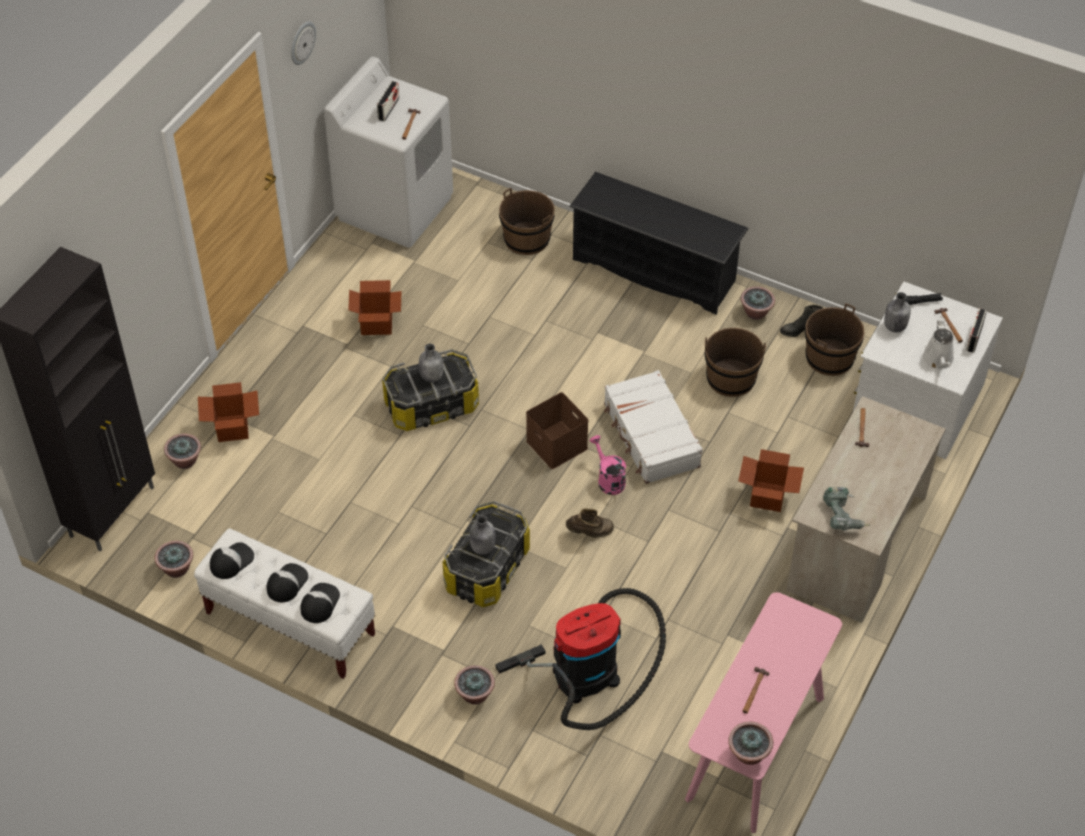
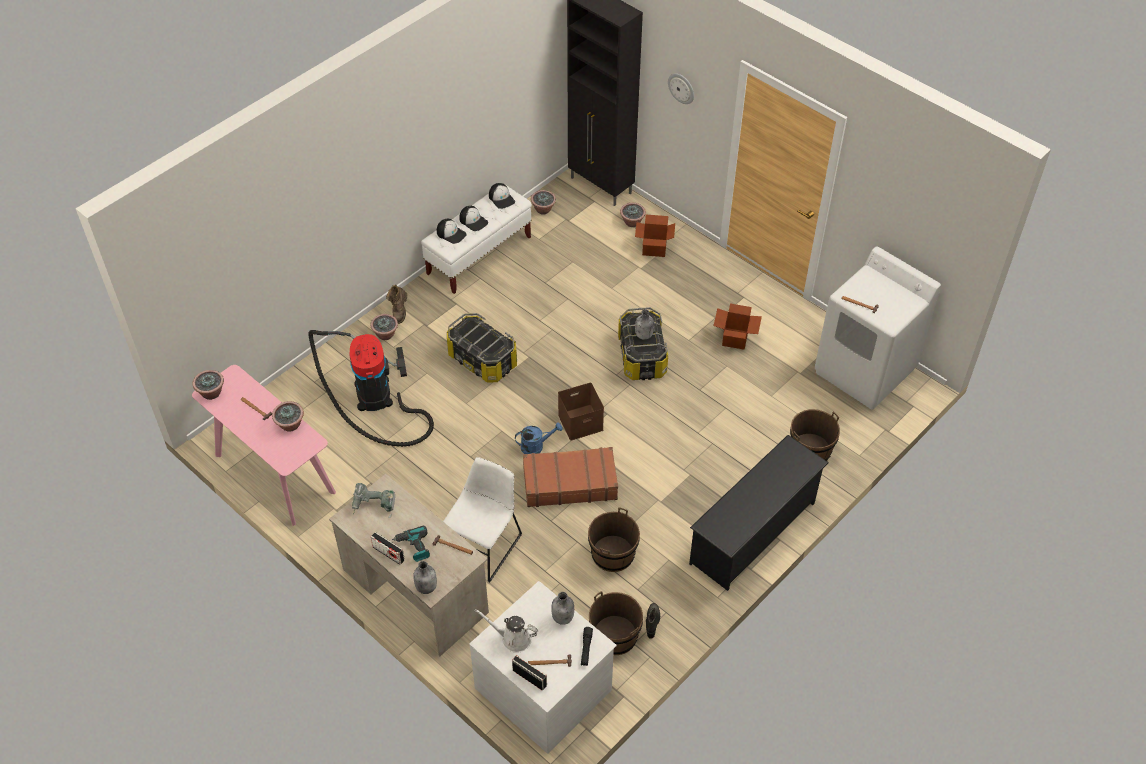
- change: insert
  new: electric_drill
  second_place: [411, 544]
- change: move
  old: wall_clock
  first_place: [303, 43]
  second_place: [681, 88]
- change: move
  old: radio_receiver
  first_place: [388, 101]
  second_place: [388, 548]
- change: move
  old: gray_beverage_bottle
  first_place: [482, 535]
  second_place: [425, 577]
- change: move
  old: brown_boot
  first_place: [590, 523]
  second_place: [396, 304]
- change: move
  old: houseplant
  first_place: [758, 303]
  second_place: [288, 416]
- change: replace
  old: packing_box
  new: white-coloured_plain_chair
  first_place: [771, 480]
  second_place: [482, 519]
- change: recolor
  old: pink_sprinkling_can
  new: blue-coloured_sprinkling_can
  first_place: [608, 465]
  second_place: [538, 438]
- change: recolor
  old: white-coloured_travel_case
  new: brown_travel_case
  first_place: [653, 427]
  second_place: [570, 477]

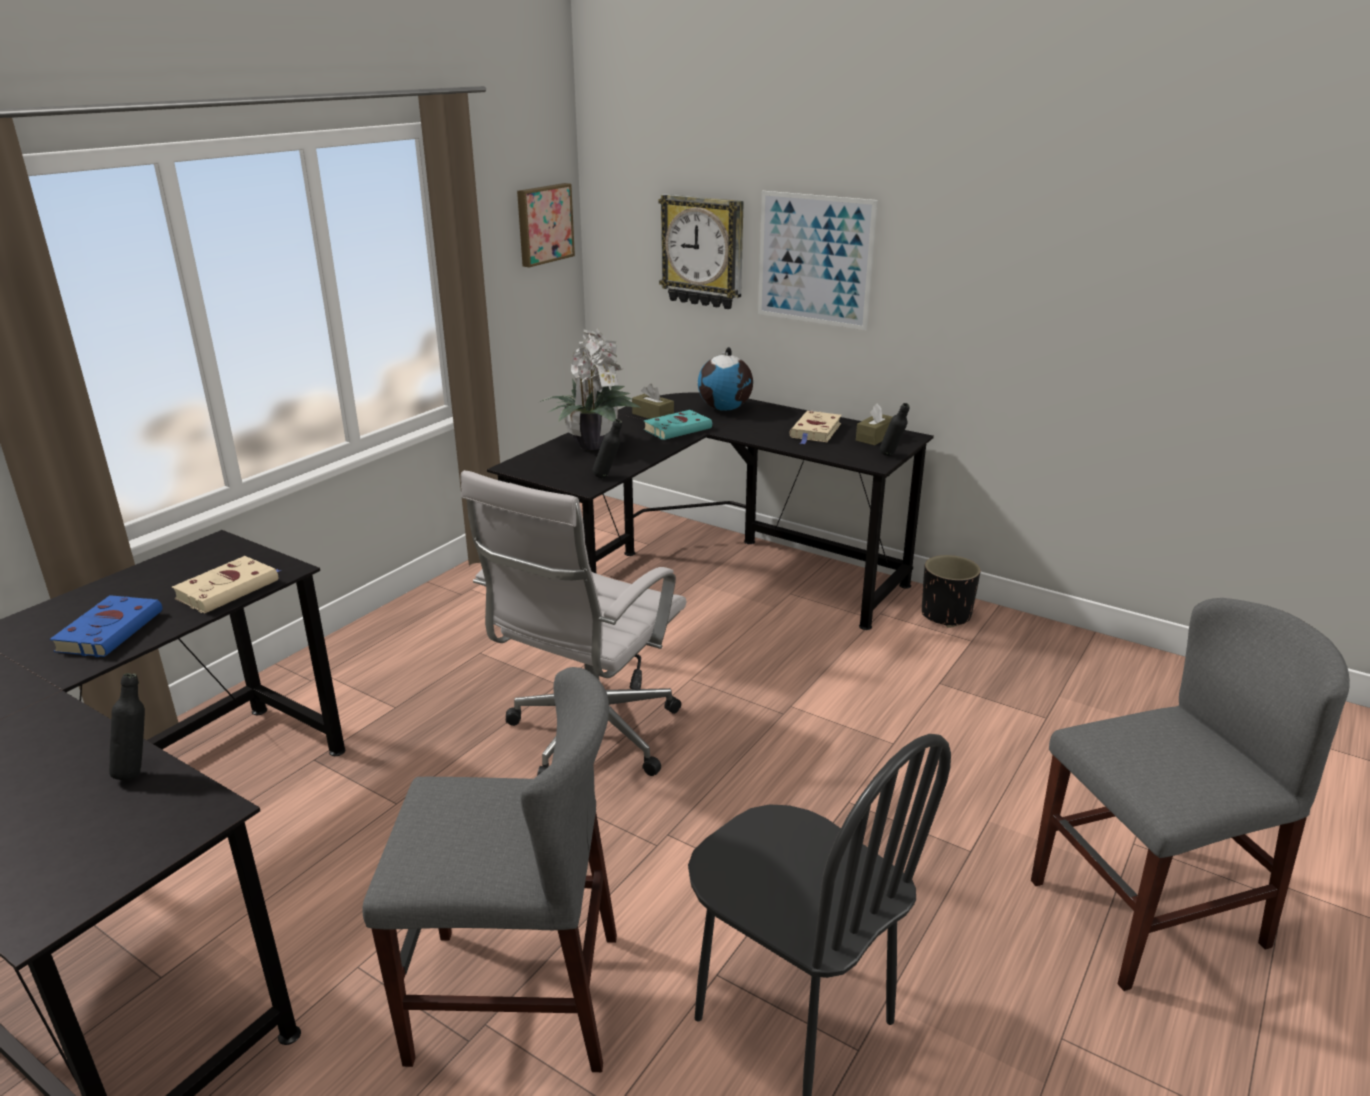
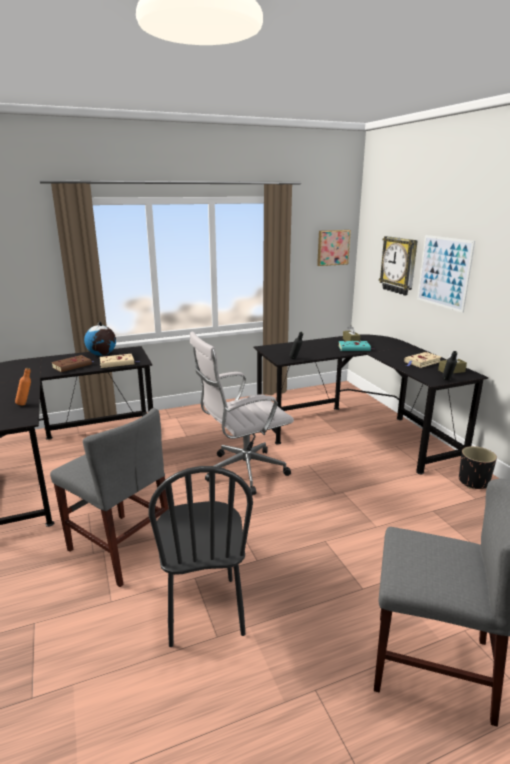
- change: delete
  old: houseplant
  first_place: [590, 389]
- change: move
  old: globe
  first_place: [725, 379]
  second_place: [100, 338]
- change: recolor
  old: blue-coloured_book
  new: brown_book
  first_place: [106, 626]
  second_place: [72, 363]
- change: recolor
  old: black-coloured_beverage_bottle
  new: orange-coloured_beverage_bottle
  first_place: [127, 726]
  second_place: [23, 387]

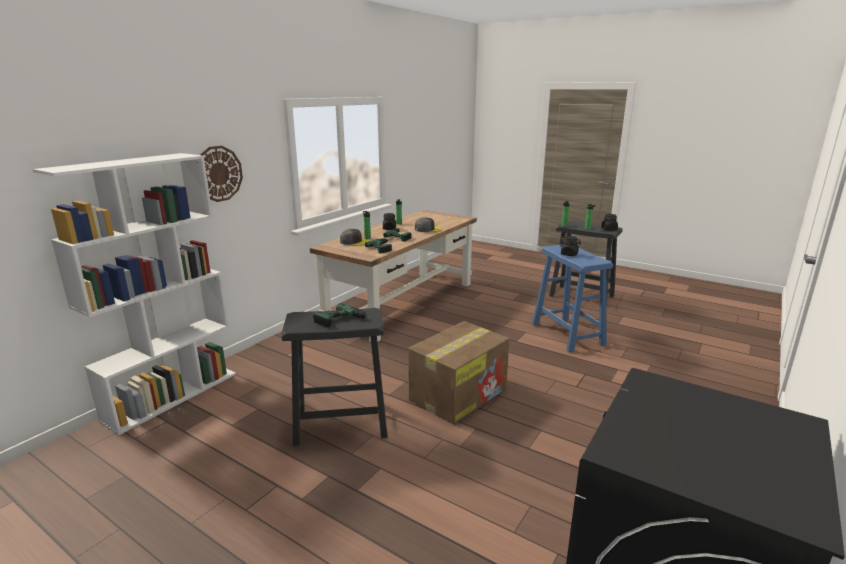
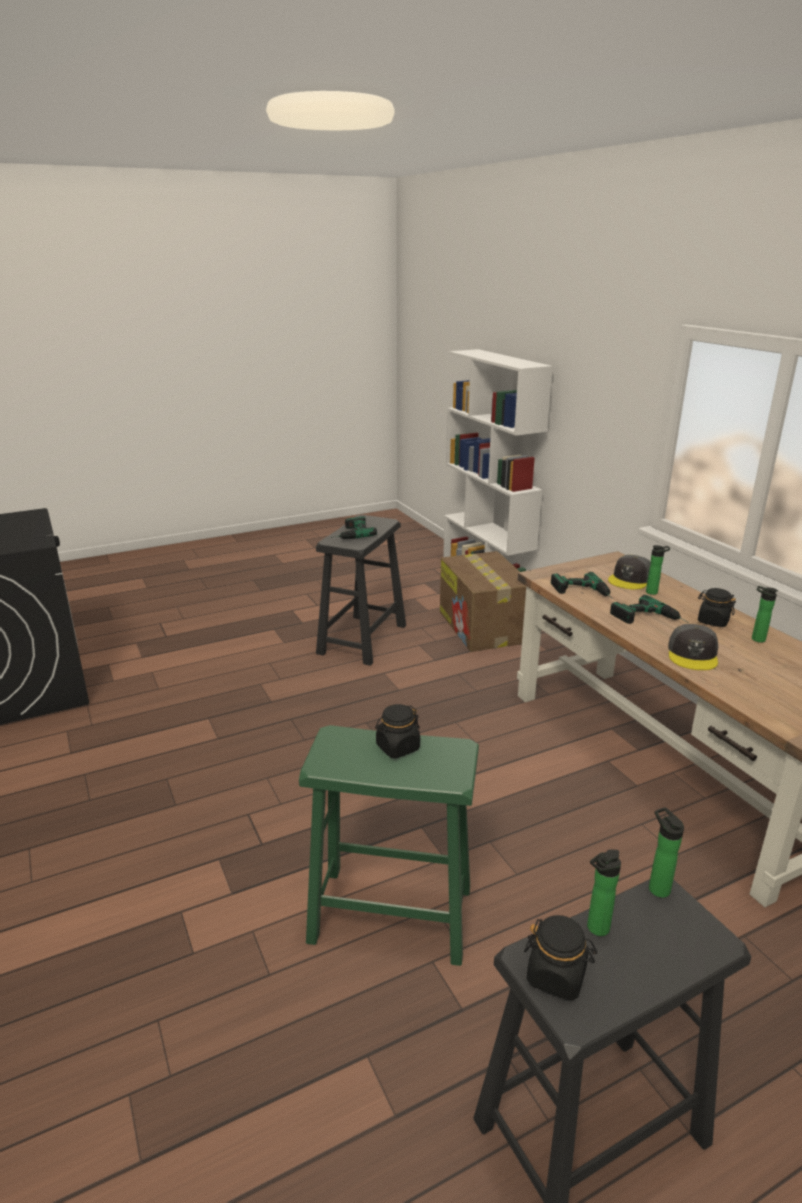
- change: delete
  old: wall_clock
  first_place: [221, 174]
- change: move
  old: packing_box
  first_place: [459, 372]
  second_place: [483, 601]
- change: recolor
  old: blue-coloured_stool
  new: green-coloured_stool
  first_place: [572, 299]
  second_place: [389, 845]

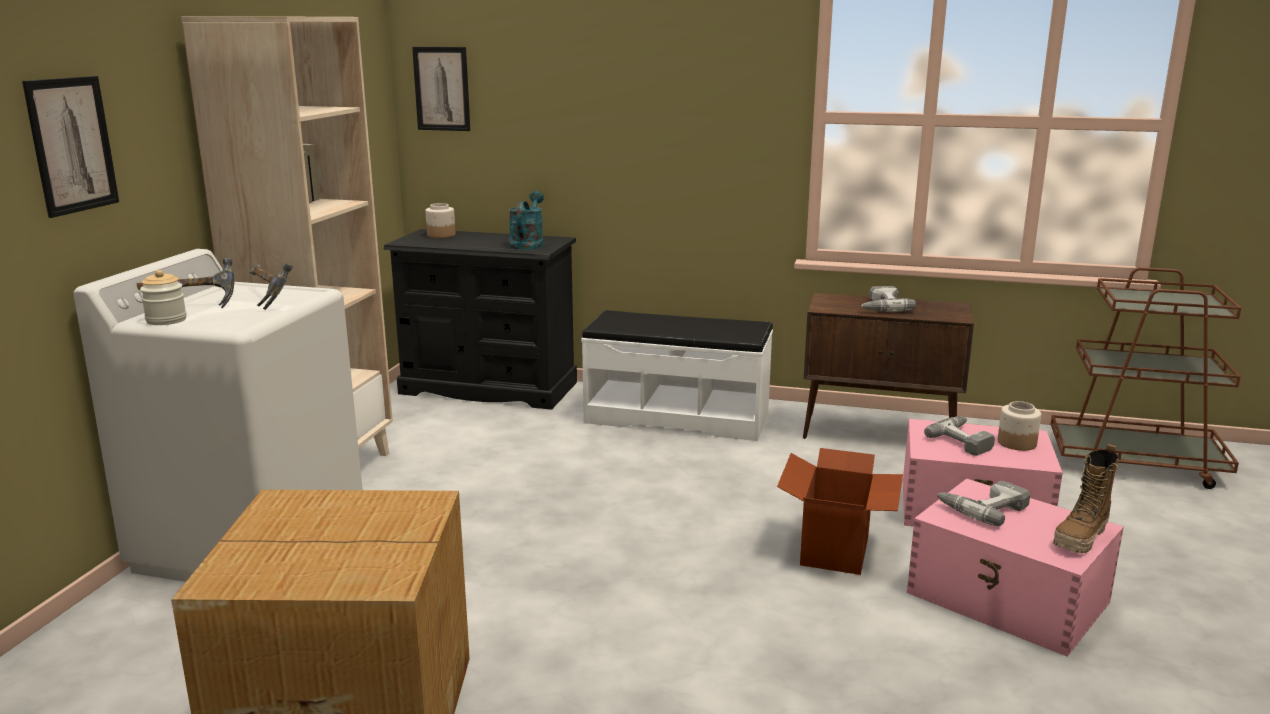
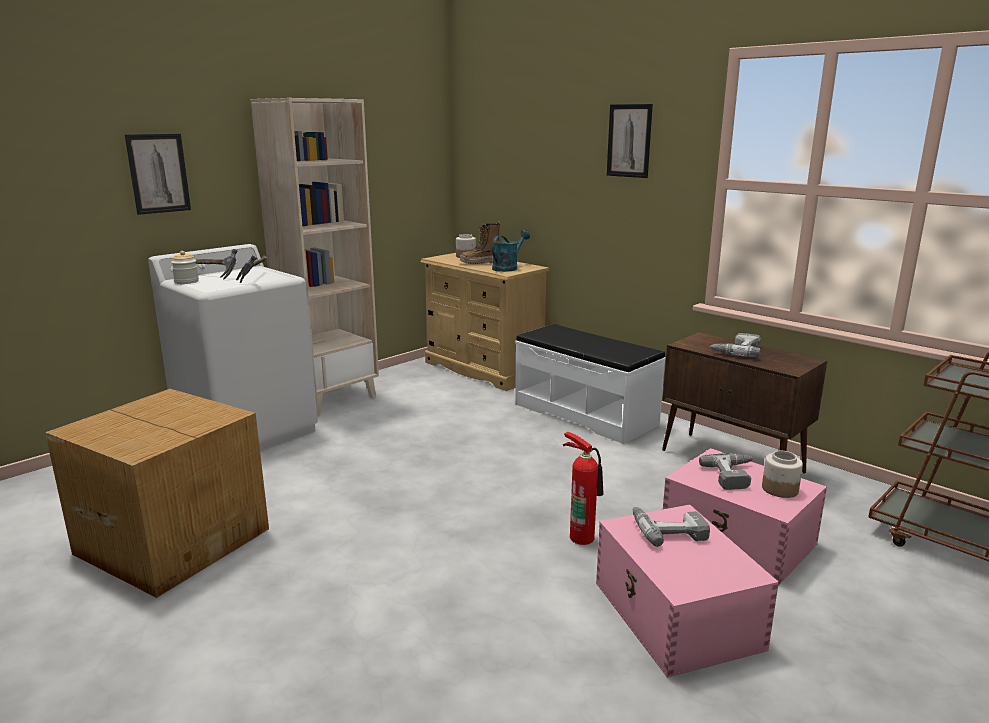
- change: move
  old: wall_art
  first_place: [441, 89]
  second_place: [630, 141]
- change: move
  old: boot
  first_place: [1086, 499]
  second_place: [480, 242]
- change: replace
  old: packing_box
  new: fire_extinguisher
  first_place: [840, 511]
  second_place: [583, 488]
- change: recolor
  old: black-coloured_dresser
  new: sand-coloured_dresser
  first_place: [480, 319]
  second_place: [485, 322]

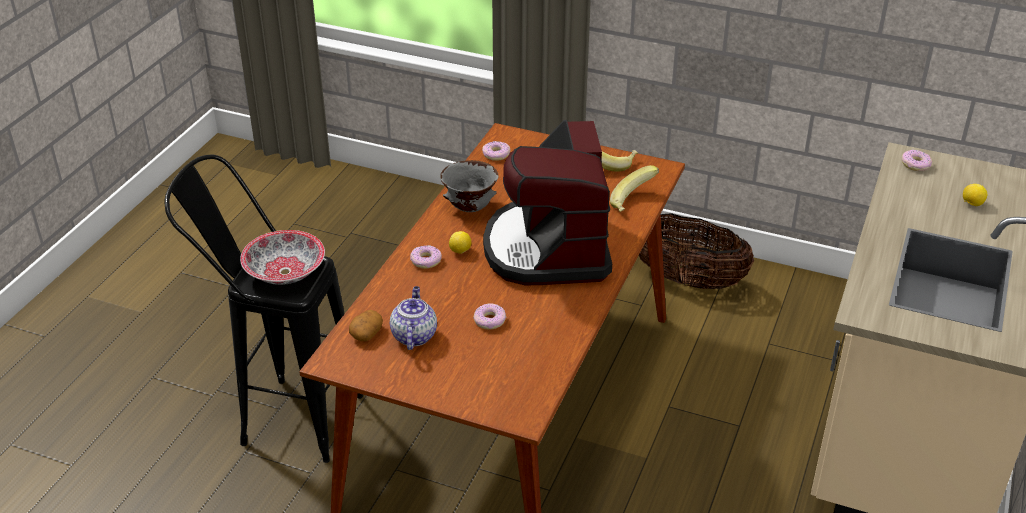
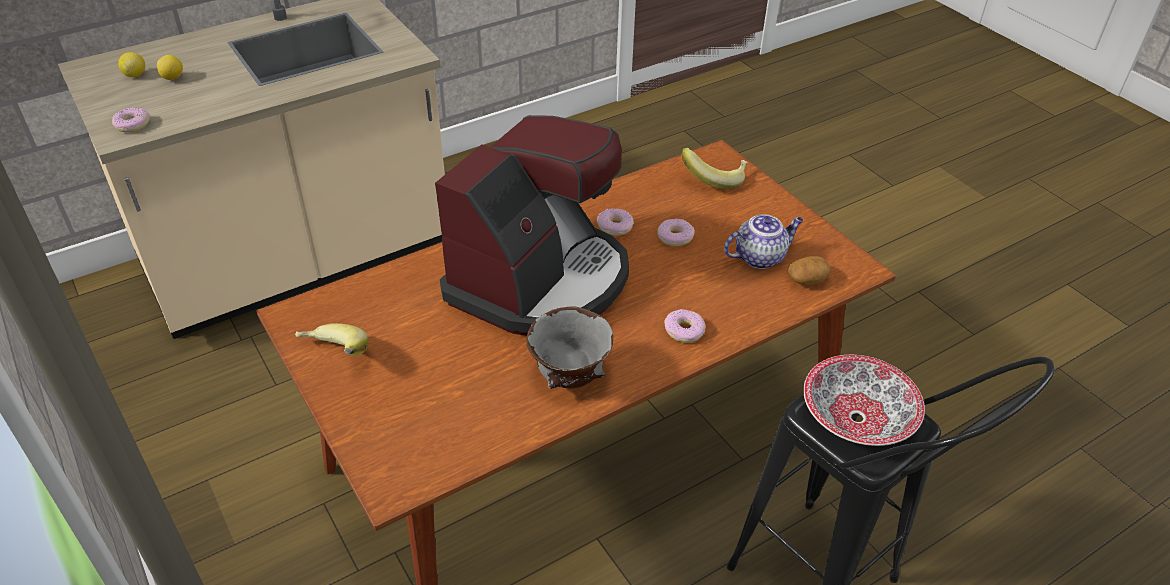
- change: delete
  old: storage_basket
  first_place: [696, 251]
- change: move
  old: lemon
  first_place: [460, 242]
  second_place: [131, 64]
- change: move
  old: ring_doughnut
  first_place: [496, 151]
  second_place: [615, 222]
- change: move
  old: banana_fruit
  first_place: [634, 188]
  second_place: [714, 168]
- change: rotate
  old: pot_for_tea
  first_place: [413, 318]
  second_place: [763, 241]
  degrees: -150

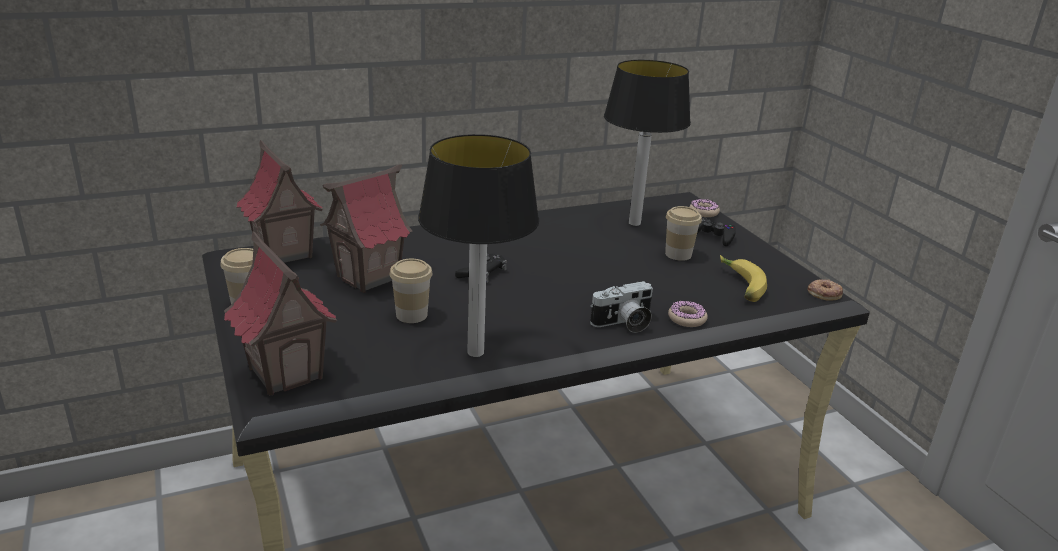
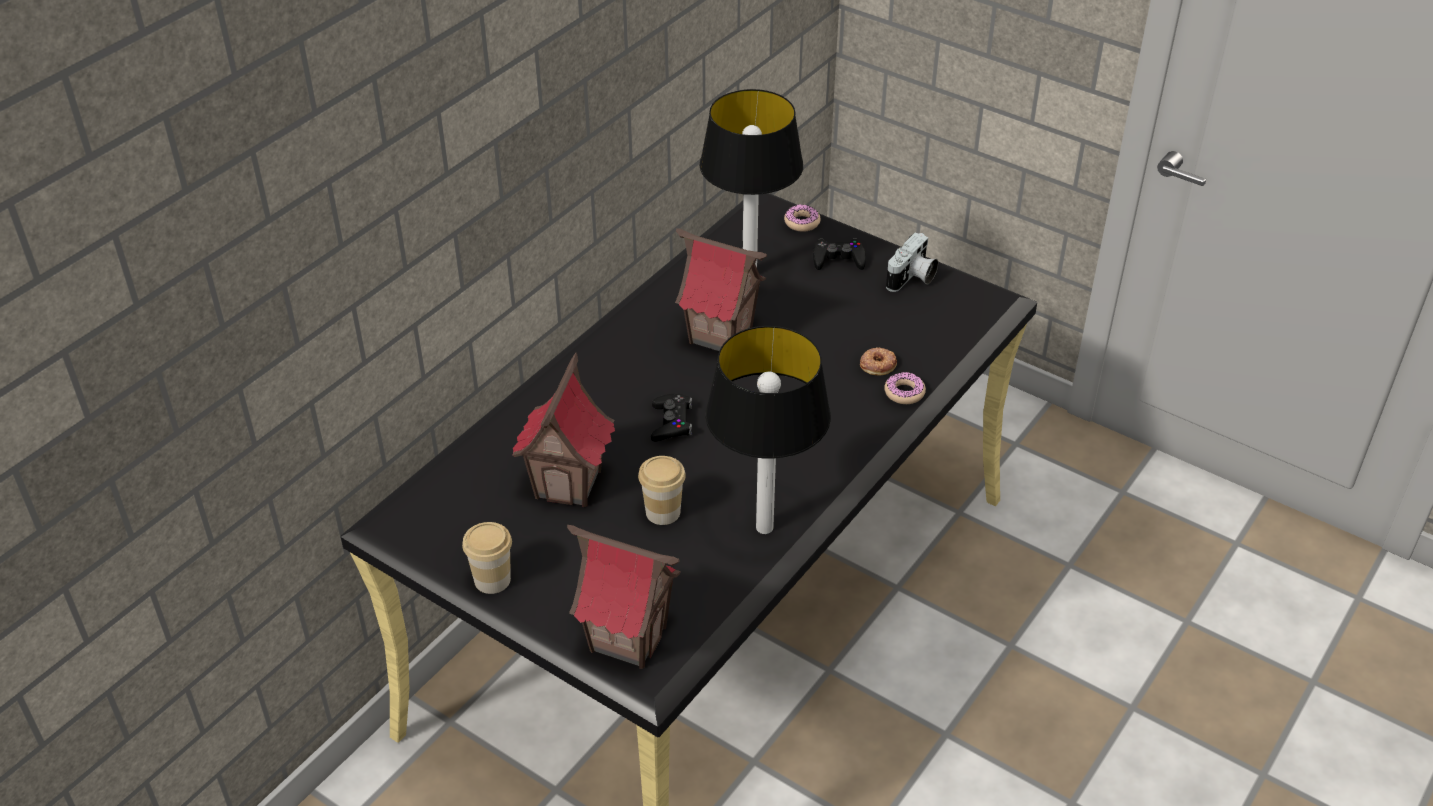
- change: delete
  old: cup
  first_place: [683, 233]
- change: delete
  old: banana_fruit
  first_place: [743, 278]
- change: move
  old: miniature_house
  first_place: [280, 201]
  second_place: [721, 289]
- change: move
  old: still_camera
  first_place: [621, 307]
  second_place: [912, 262]
- change: move
  old: ring_doughnut
  first_place: [825, 290]
  second_place: [878, 361]

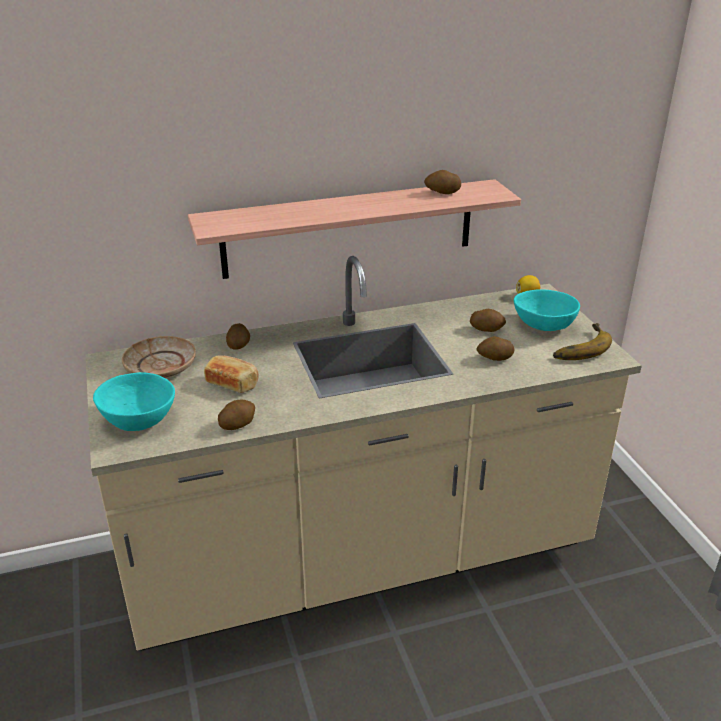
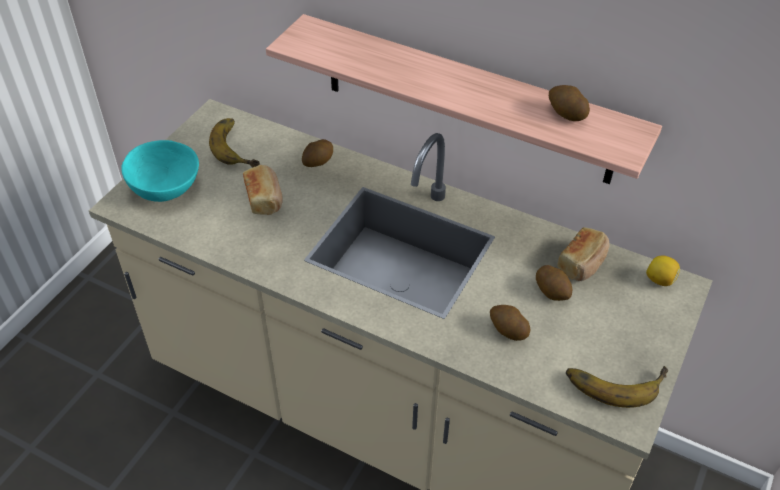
- change: delete
  old: spud
  first_place: [236, 415]
- change: delete
  old: turquoise-coloured_bowl
  first_place: [547, 310]
- change: insert
  new: bakery_bread
  second_place: [583, 254]
- change: replace
  old: sand-coloured_flat_dish
  new: banana_fruit
  first_place: [159, 357]
  second_place: [234, 142]

